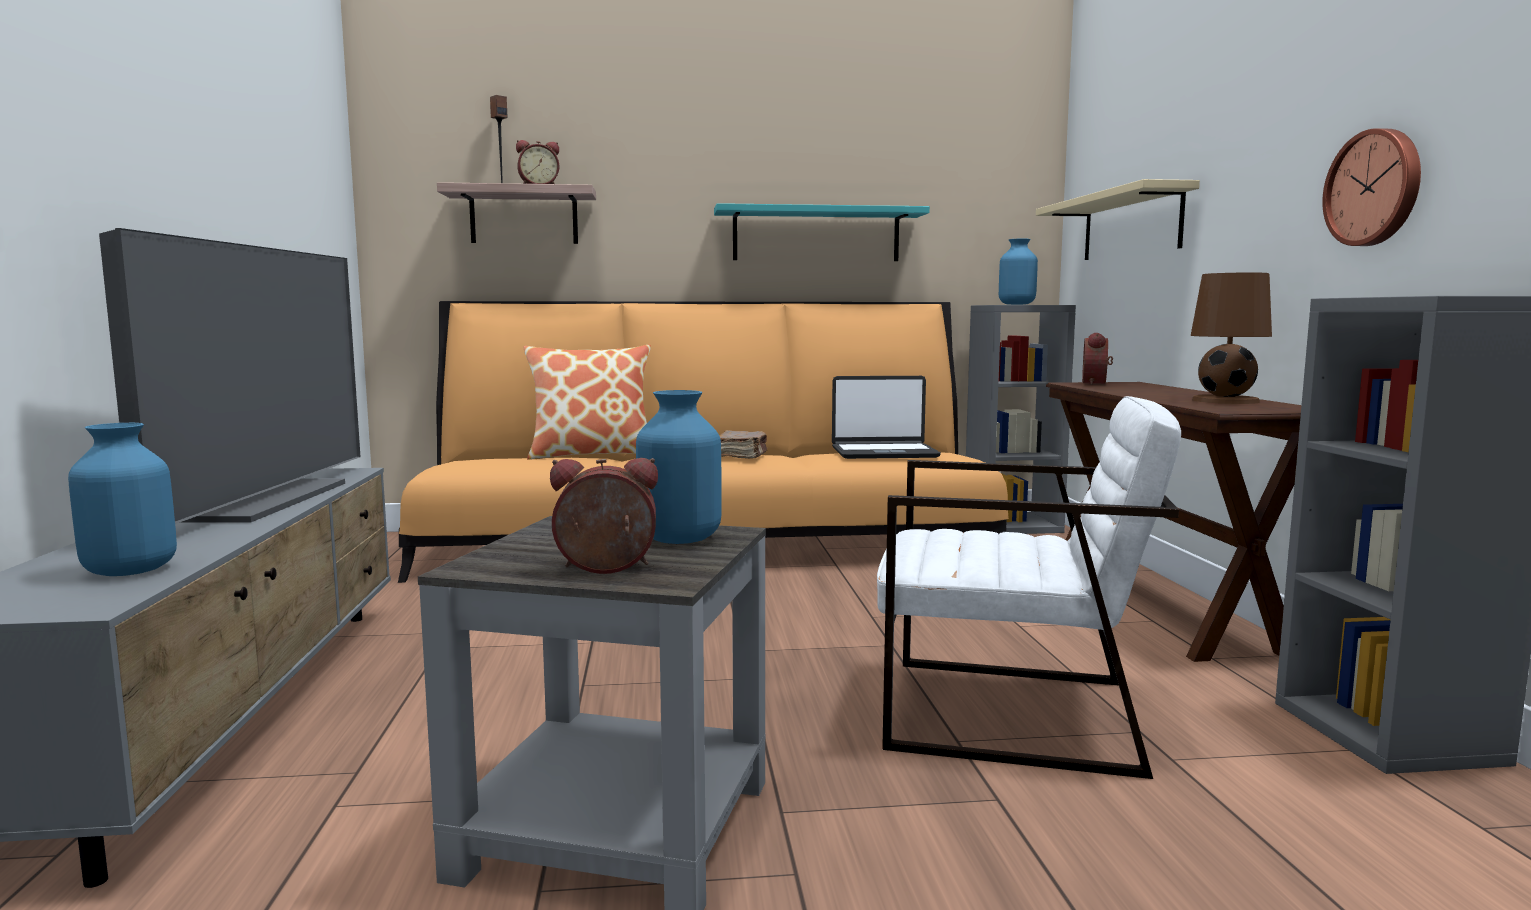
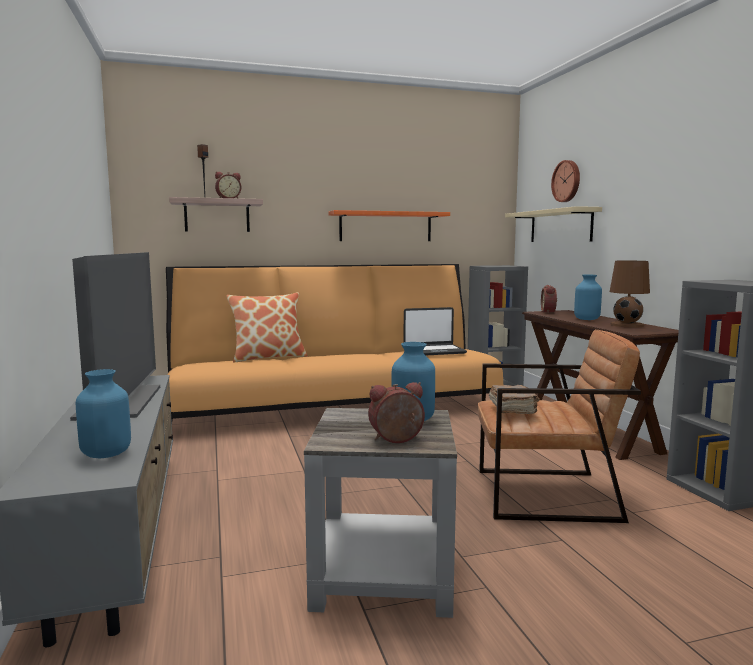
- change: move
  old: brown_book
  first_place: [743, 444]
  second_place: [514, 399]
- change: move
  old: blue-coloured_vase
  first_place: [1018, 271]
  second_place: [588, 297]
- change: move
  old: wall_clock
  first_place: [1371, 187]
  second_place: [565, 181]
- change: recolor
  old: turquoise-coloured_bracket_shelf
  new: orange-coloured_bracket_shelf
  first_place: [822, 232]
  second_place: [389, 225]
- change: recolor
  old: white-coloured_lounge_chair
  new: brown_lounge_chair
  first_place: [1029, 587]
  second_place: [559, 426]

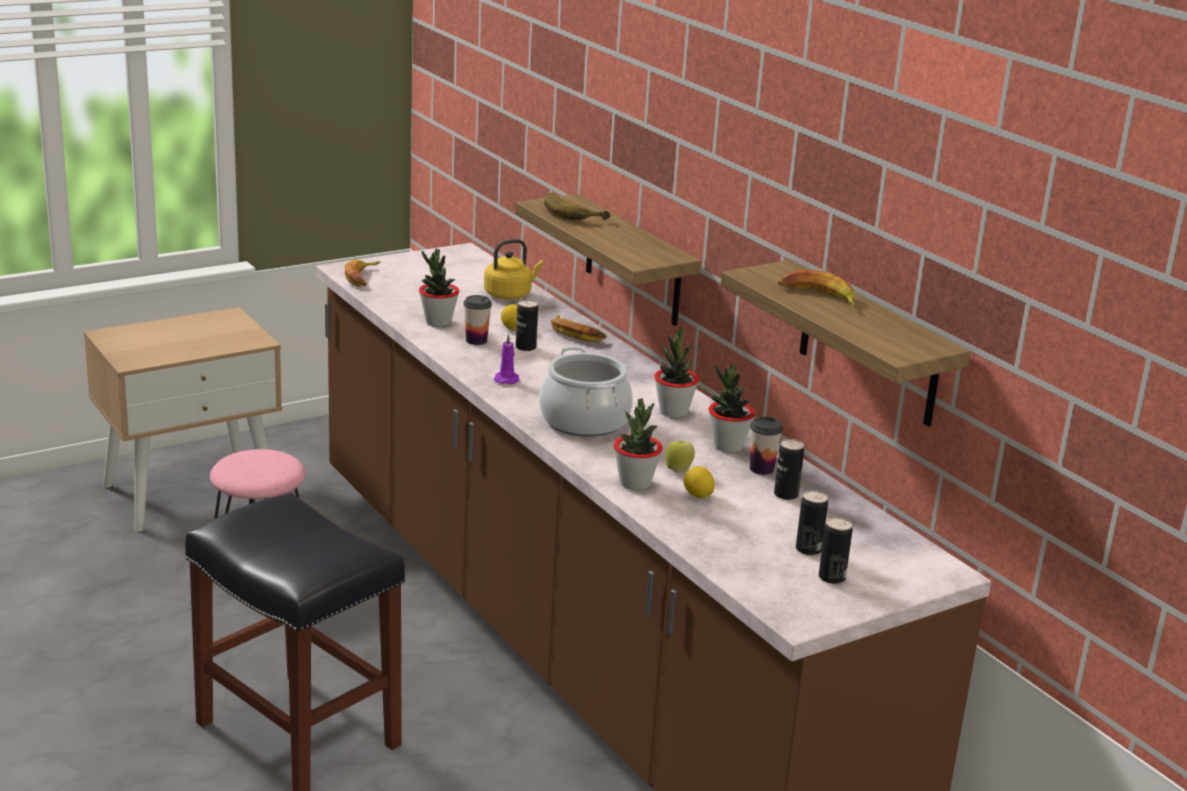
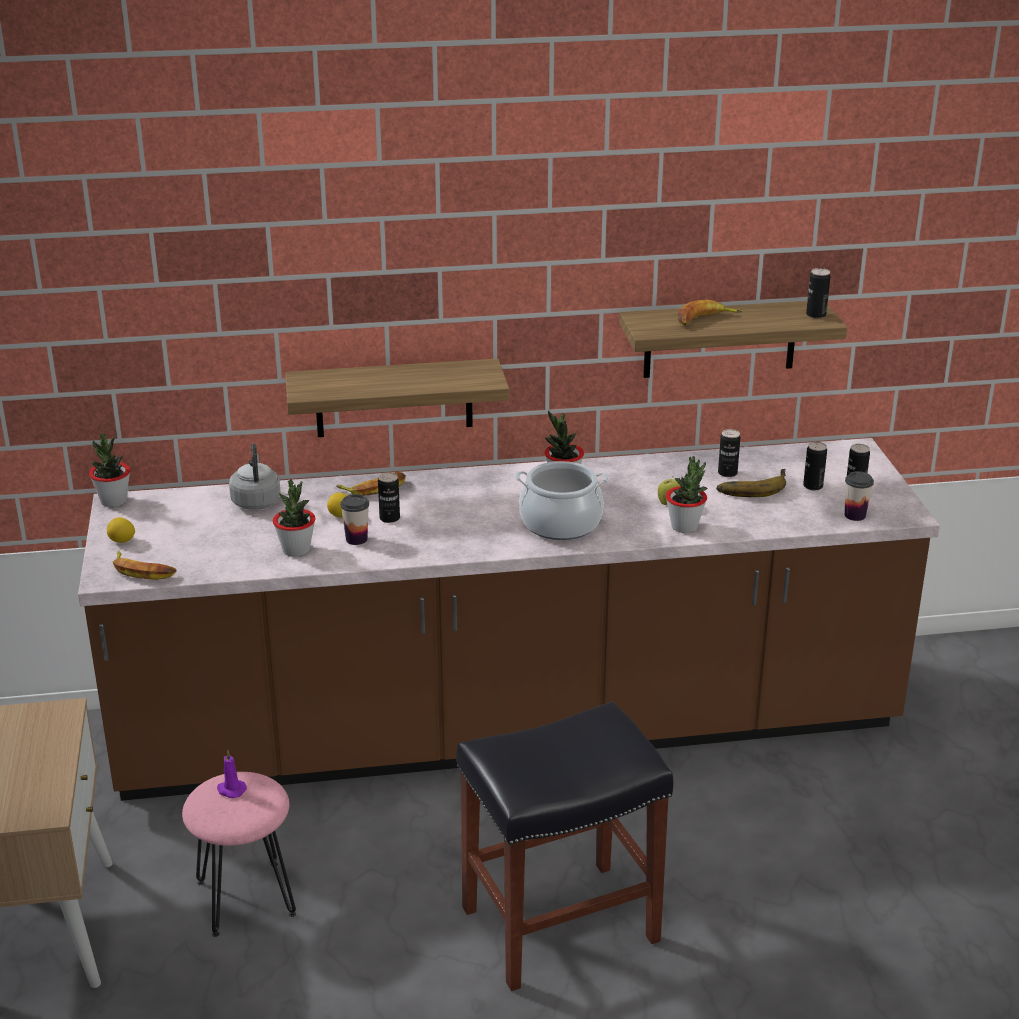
- change: insert
  new: sealed_can
  second_place: [818, 293]
- change: move
  old: purplish_wax_light
  first_place: [506, 359]
  second_place: [232, 774]
- change: move
  old: banana_fruit
  first_place: [577, 206]
  second_place: [751, 483]
- change: move
  old: lemon
  first_place: [699, 482]
  second_place: [121, 530]
- change: move
  old: houseplant
  first_place: [732, 408]
  second_place: [109, 470]
- change: move
  old: cup
  first_place: [766, 446]
  second_place: [859, 496]
- change: recolor
  old: yellow_kettle
  new: gray_kettle
  first_place: [514, 269]
  second_place: [255, 476]

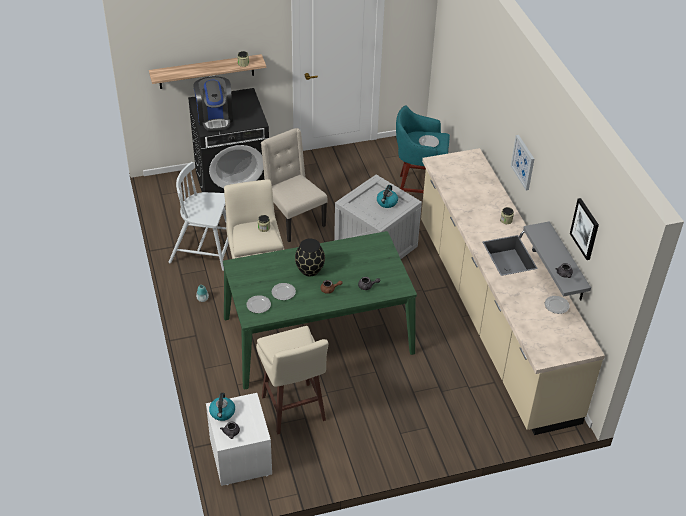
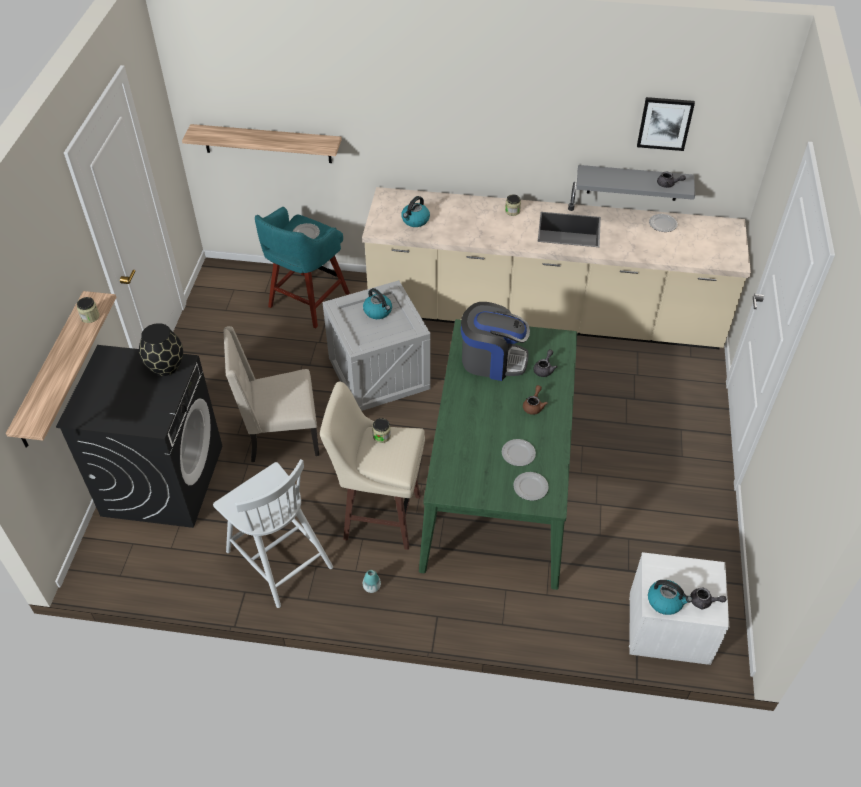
- change: delete
  old: sand-coloured_stool
  first_place: [292, 380]
- change: delete
  old: wall_art
  first_place: [522, 162]
- change: insert
  new: bracket_shelf
  second_place: [262, 143]
- change: insert
  new: kettle
  second_place: [415, 211]
- change: move
  old: coffee_machine
  first_place: [213, 103]
  second_place: [495, 341]
- change: move
  old: black-coloured_vase
  first_place: [310, 257]
  second_place: [161, 349]
- change: rotate
  old: white-coloured_plain_chair
  first_place: [199, 216]
  second_place: [273, 533]
  degrees: -75

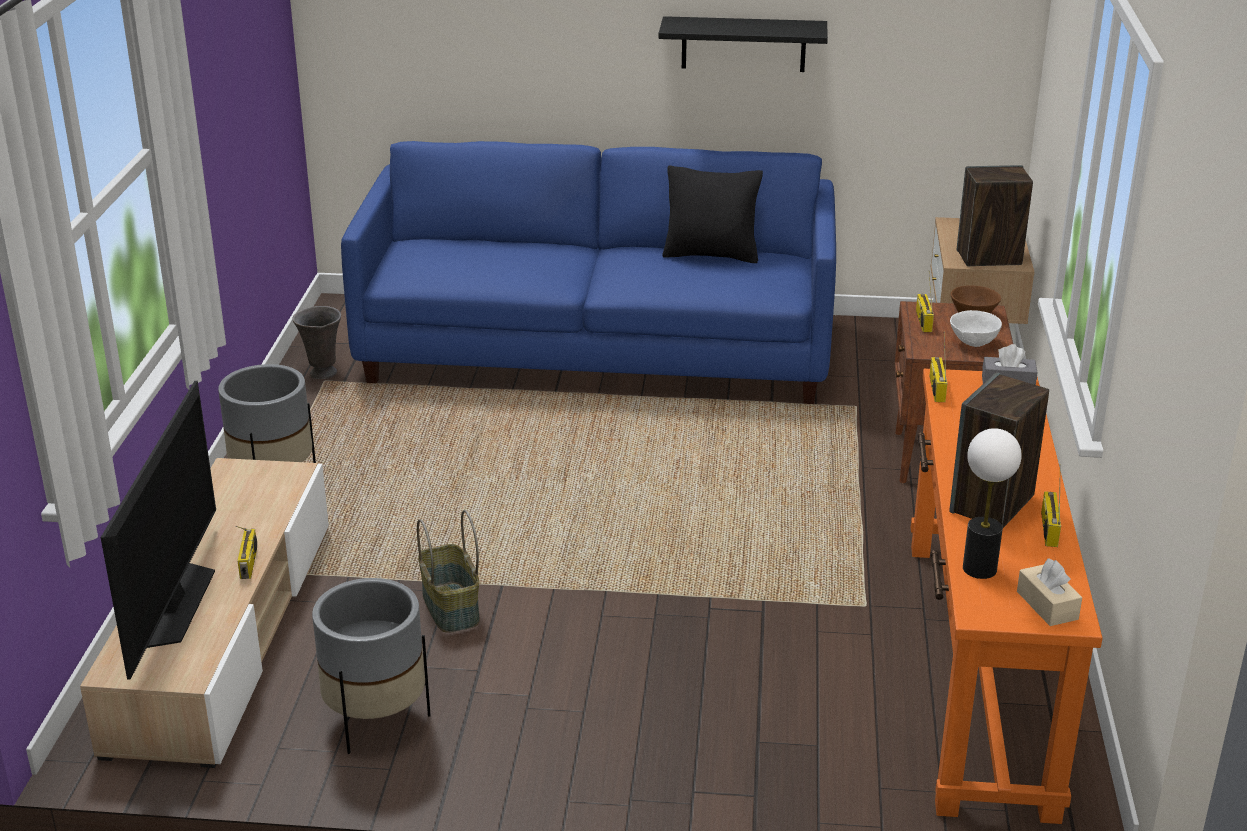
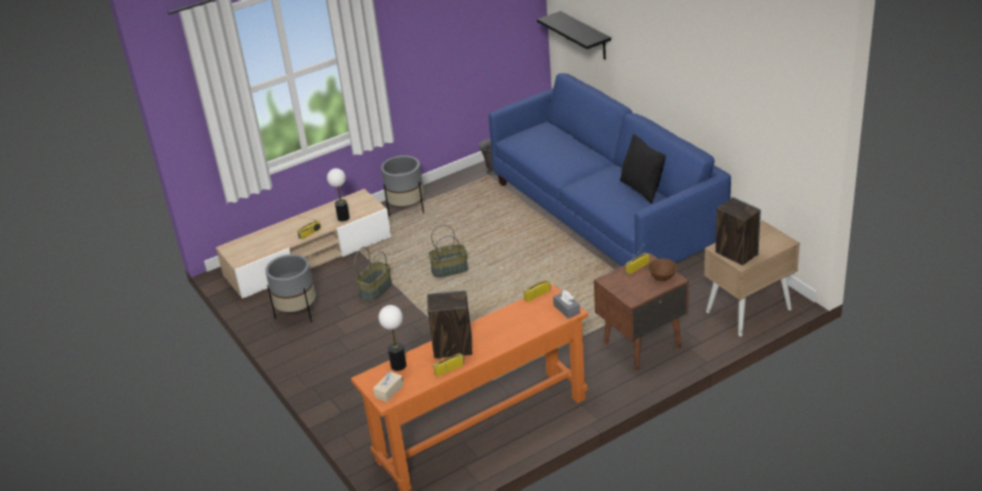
- change: delete
  old: TV
  first_place: [158, 530]
- change: delete
  old: white-coloured_bowl
  first_place: [976, 328]
- change: insert
  new: lamp_for_a_table
  second_place: [338, 194]
- change: insert
  new: storage_basket
  second_place: [448, 251]
- change: move
  old: black-coloured_bracket_shelf
  first_place: [743, 44]
  second_place: [574, 35]

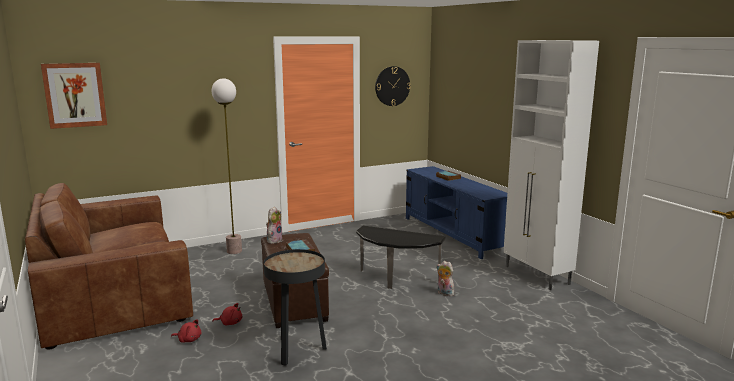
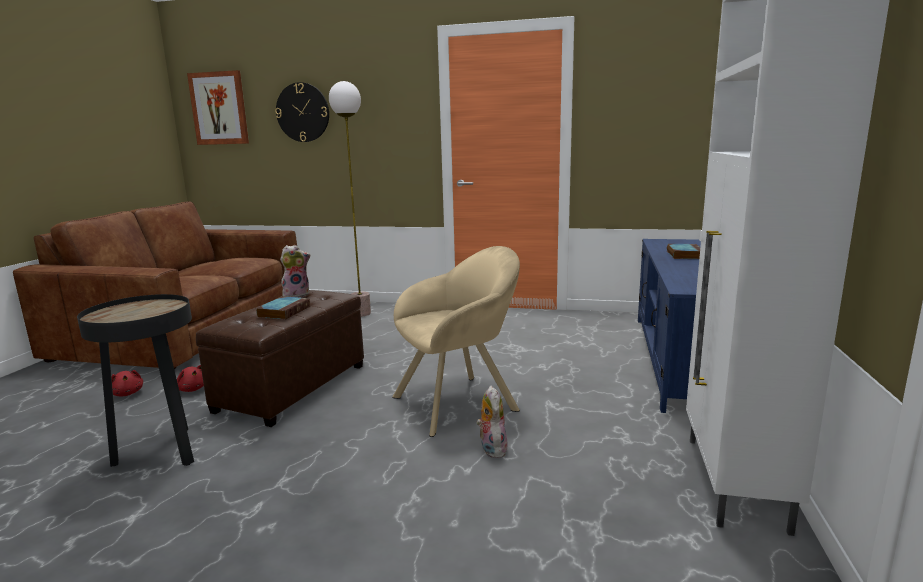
- change: move
  old: wall_clock
  first_place: [393, 86]
  second_place: [302, 112]
- change: replace
  old: accent_table
  new: sand-coloured_lounge_chair
  first_place: [401, 257]
  second_place: [456, 341]

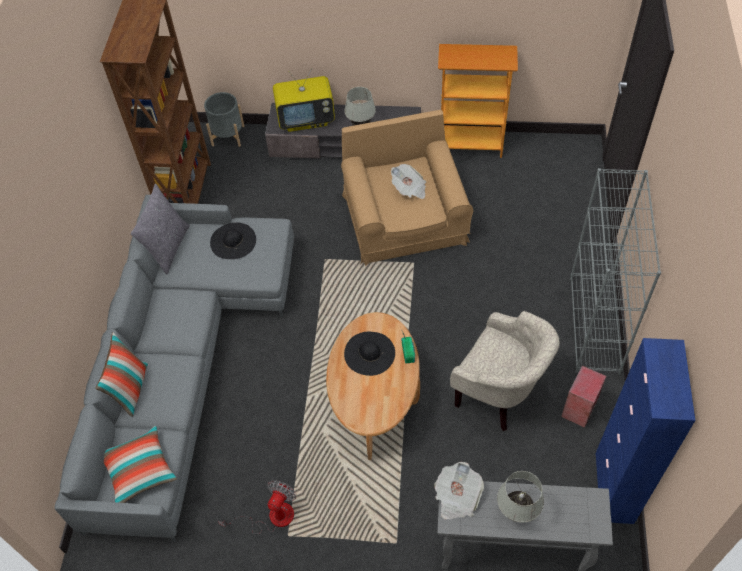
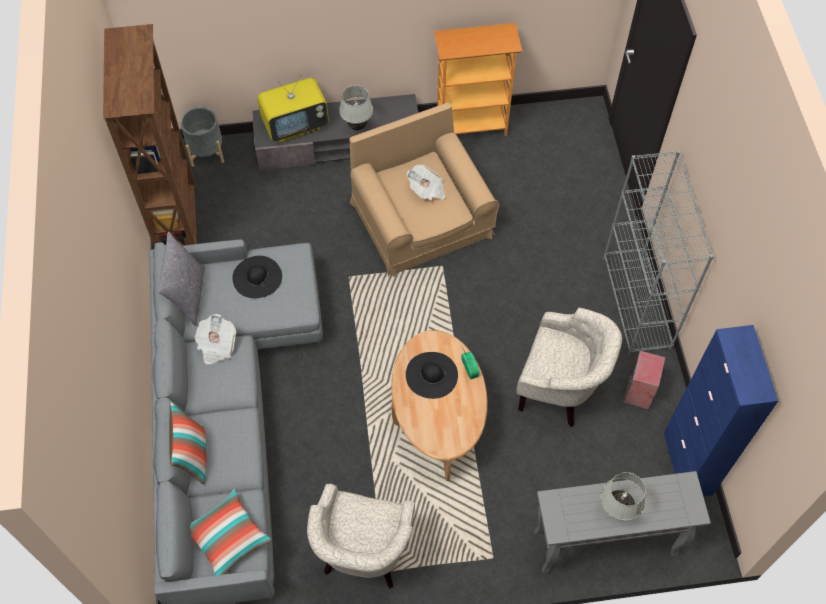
- change: move
  old: daily_paper
  first_place: [459, 490]
  second_place: [215, 339]
- change: replace
  old: electric_fan
  new: sand-coloured_lounge_chair
  first_place: [257, 507]
  second_place: [361, 536]

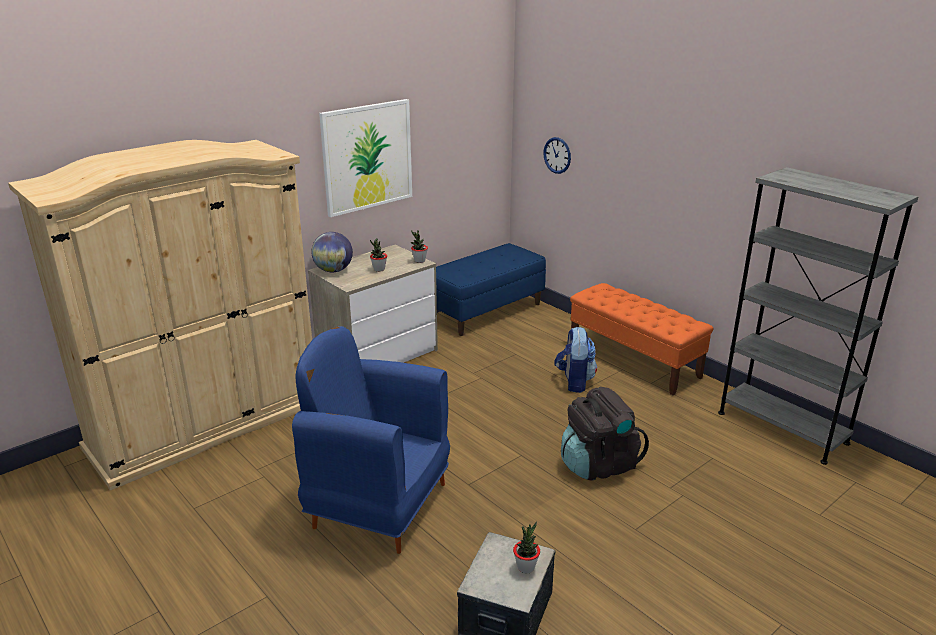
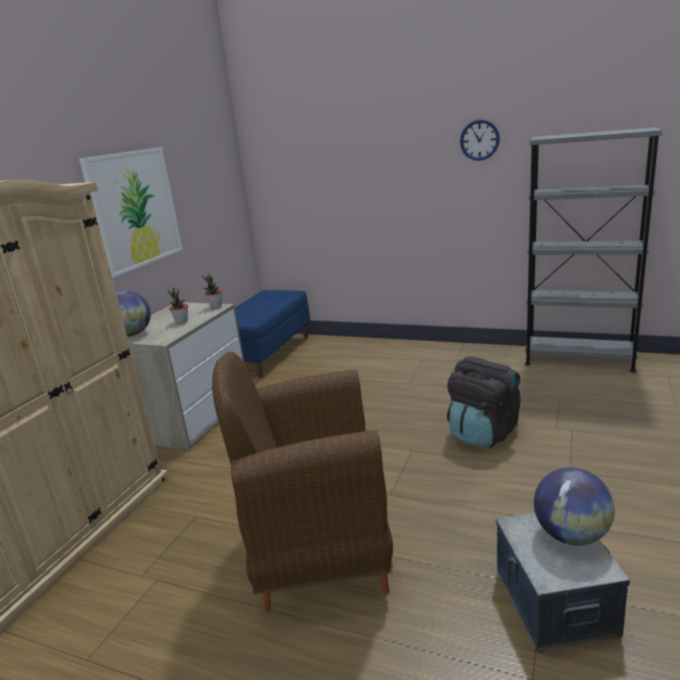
- change: delete
  old: rucksack
  first_place: [575, 360]
- change: delete
  old: orange-coloured_indoor_bench
  first_place: [641, 339]
- change: move
  old: wall_clock
  first_place: [557, 155]
  second_place: [480, 140]
- change: replace
  old: houseplant
  new: globe
  first_place: [526, 548]
  second_place: [574, 506]
- change: recolor
  old: blue-coloured_lounge_chair
  new: brown_lounge_chair
  first_place: [371, 440]
  second_place: [302, 482]

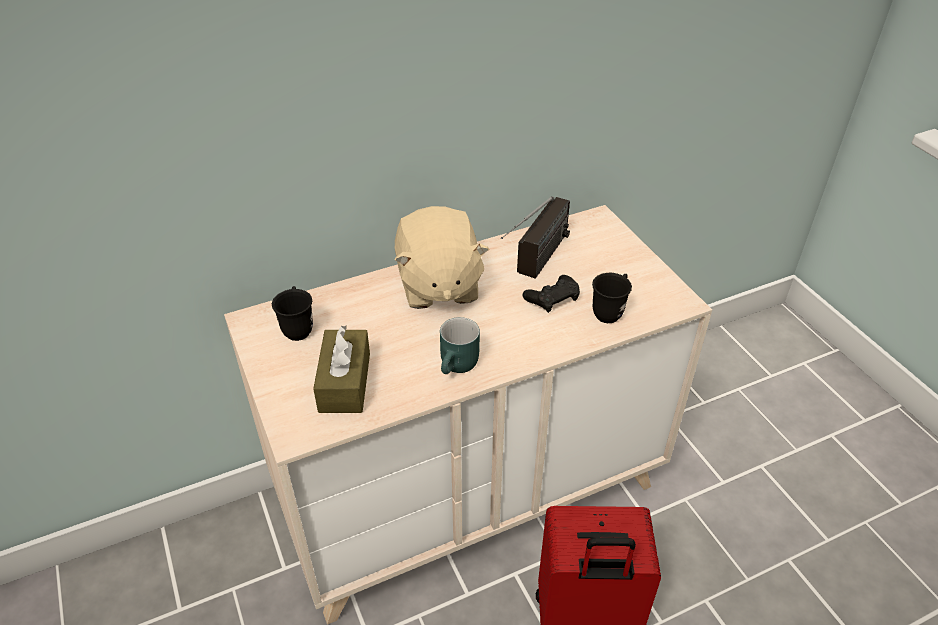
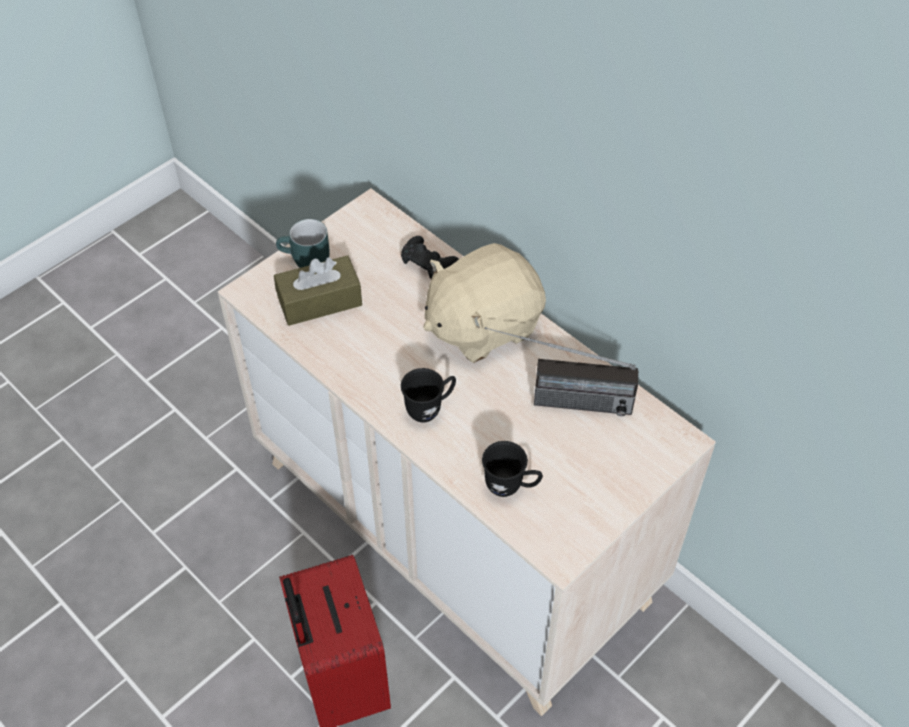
- change: move
  old: black-coloured_tea_mug
  first_place: [292, 313]
  second_place: [428, 395]
- change: move
  old: turquoise-coloured_tea_mug
  first_place: [460, 345]
  second_place: [303, 243]
- change: move
  old: black-coloured_gamepad
  first_place: [551, 294]
  second_place: [430, 257]

